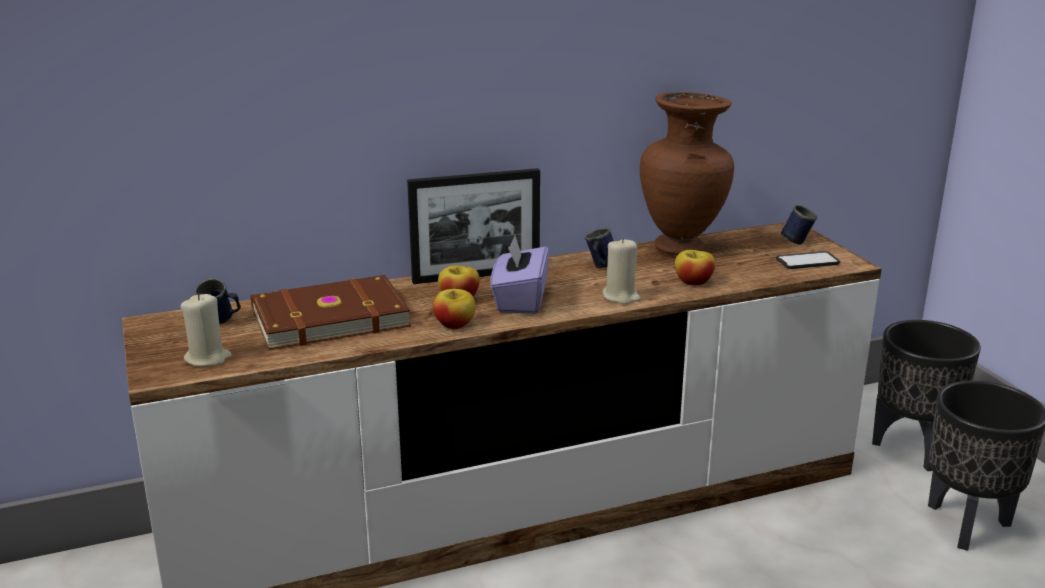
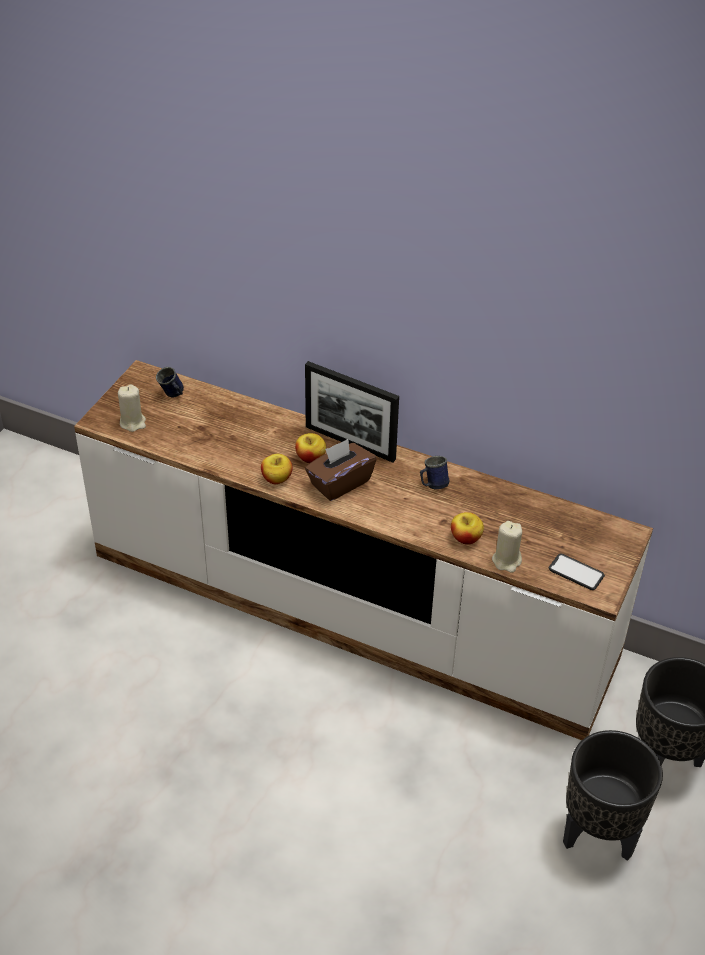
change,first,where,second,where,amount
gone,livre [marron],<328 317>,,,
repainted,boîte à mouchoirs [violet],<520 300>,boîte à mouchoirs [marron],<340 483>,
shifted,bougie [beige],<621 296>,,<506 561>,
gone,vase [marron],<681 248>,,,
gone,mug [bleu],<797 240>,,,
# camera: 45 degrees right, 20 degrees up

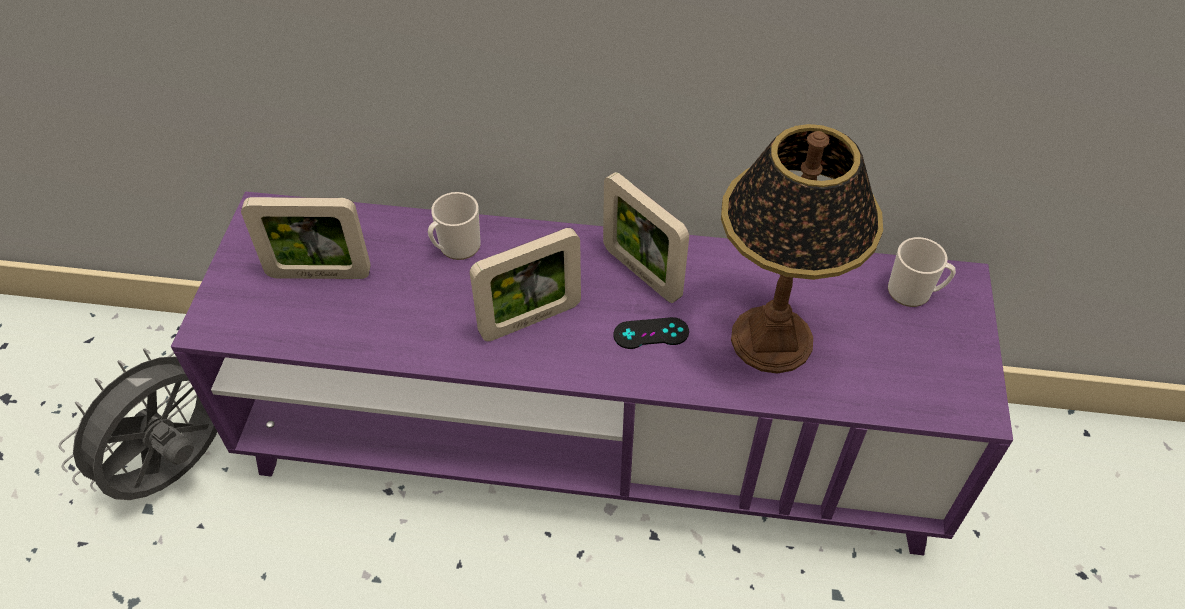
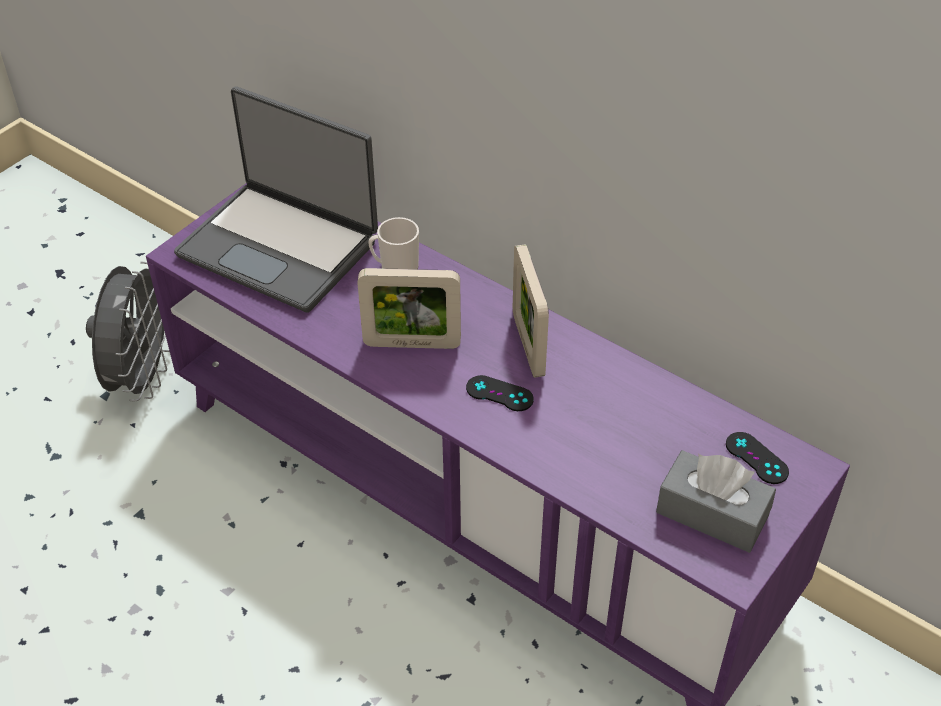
change,first,where,second,where,amount
rotated,ventilateur [gris],<178 470>,,<142 377>,120 degrees clockwise
swapped,cadre photo,<319 274>,ordinateur portable,<280 246>,
gone,lampe de table,<772 340>,,,
swapped,mug,<914 292>,manette [noir],<756 458>,
new,,,boîte à mouchoirs [gris],<712 514>,
# camera: 30 degrees right, 5 degrees down

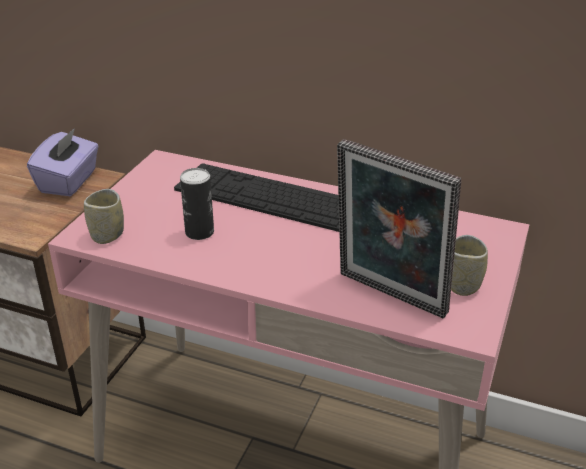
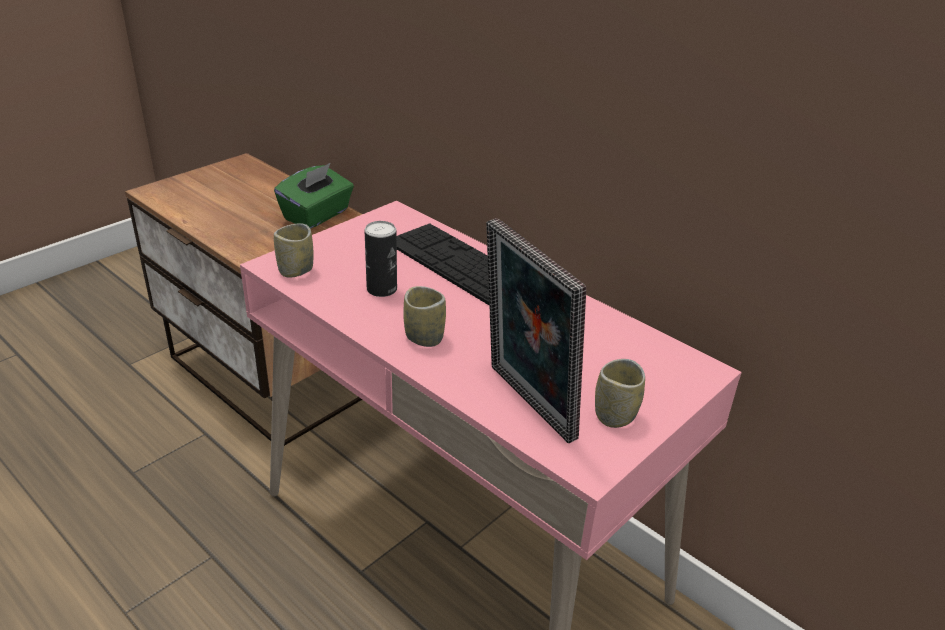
change,first,where,second,where,amount
repainted,boîte à mouchoirs [violet],<69 181>,boîte à mouchoirs [vert],<317 215>,
new,,,tasse,<424 337>,
# camera: 20 degrees right, 0 degrees up

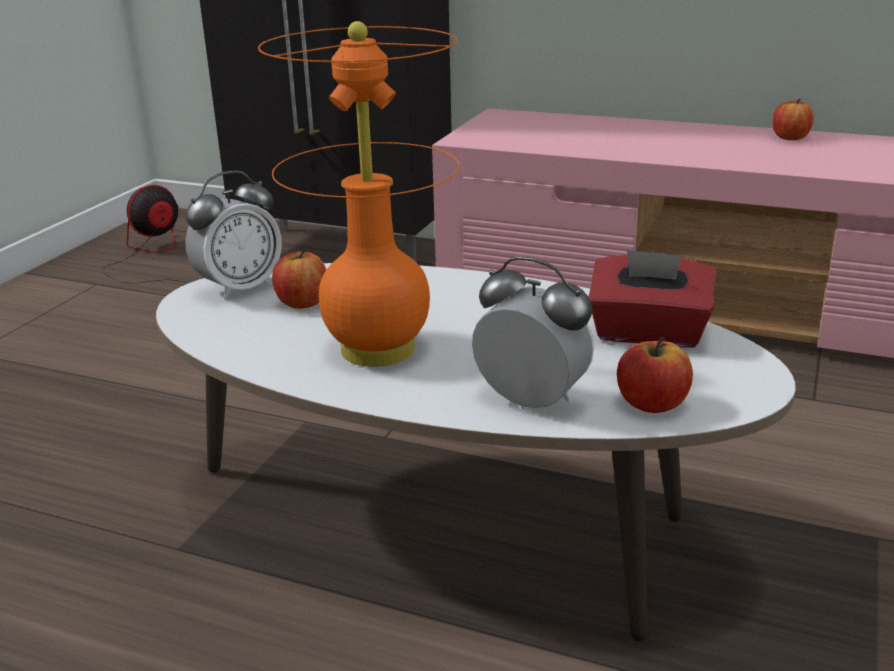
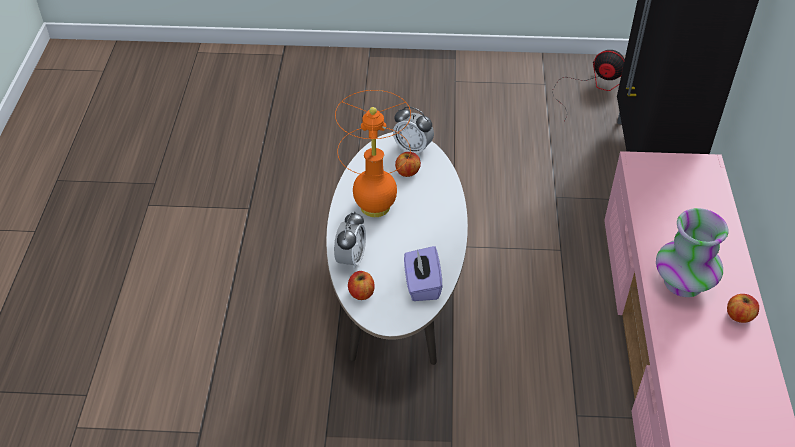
change,first,where,second,where,amount
repainted,boîte à mouchoirs [rouge],<648 334>,boîte à mouchoirs [violet],<422 285>,
new,,,vase,<683 282>,
# camera: 70 degrees right, 20 degrees up

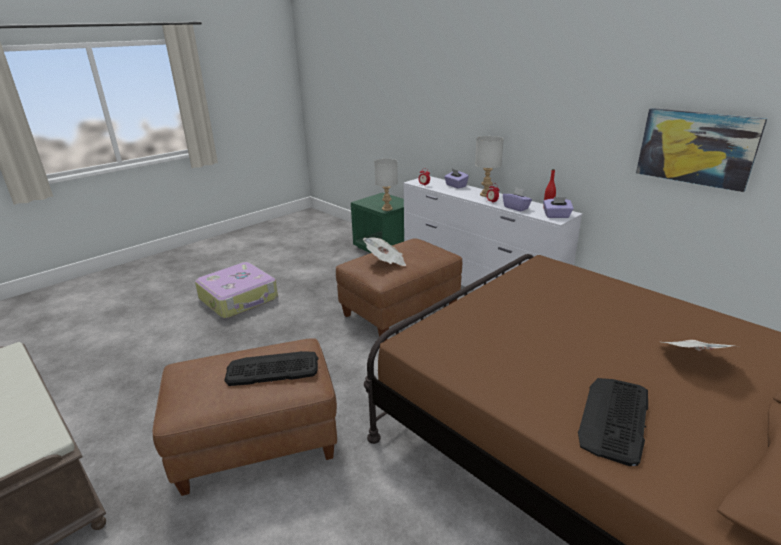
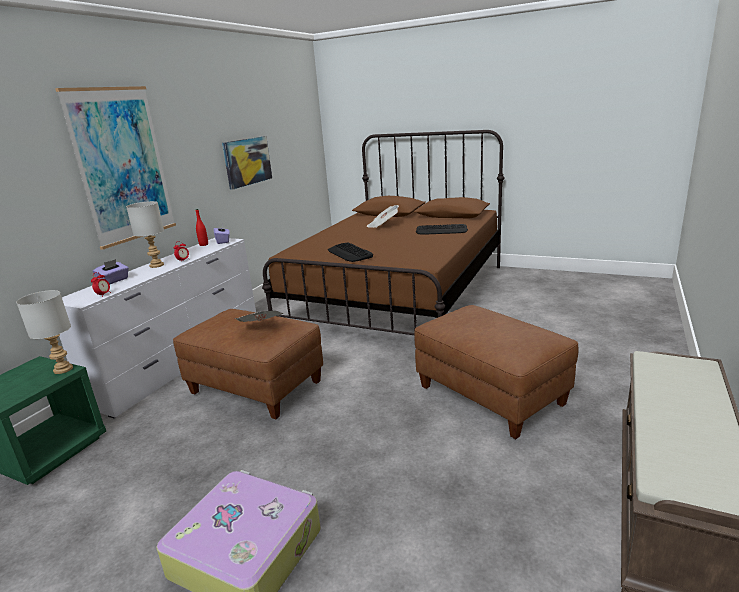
change,first,where,second,where,amount
shifted,clavier,<272 368>,,<349 253>,
gone,boîte à mouchoirs [violet],<516 208>,,,
new,,,tableau,<122 165>,
# camera: 110 degrees left, 5 degrees down

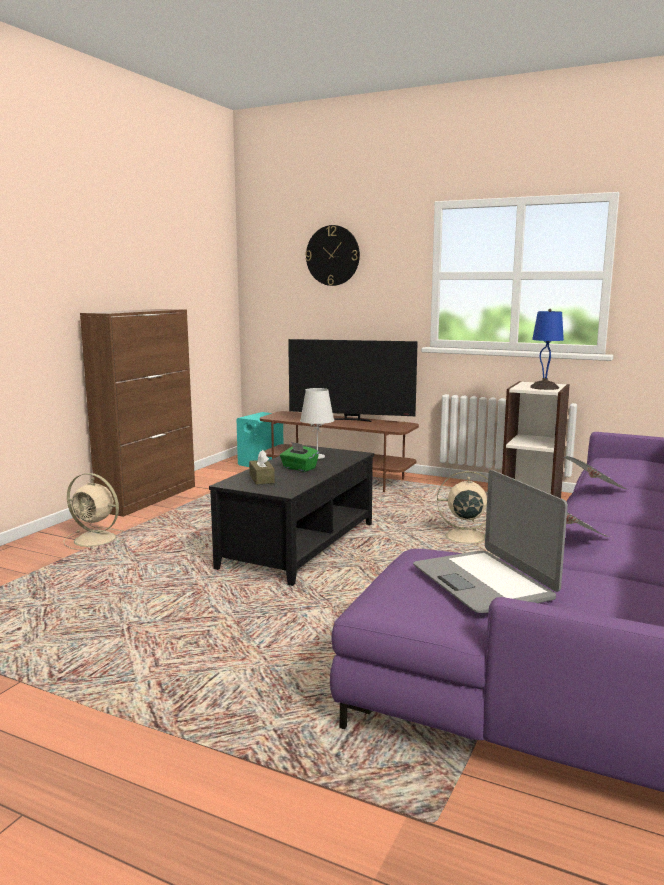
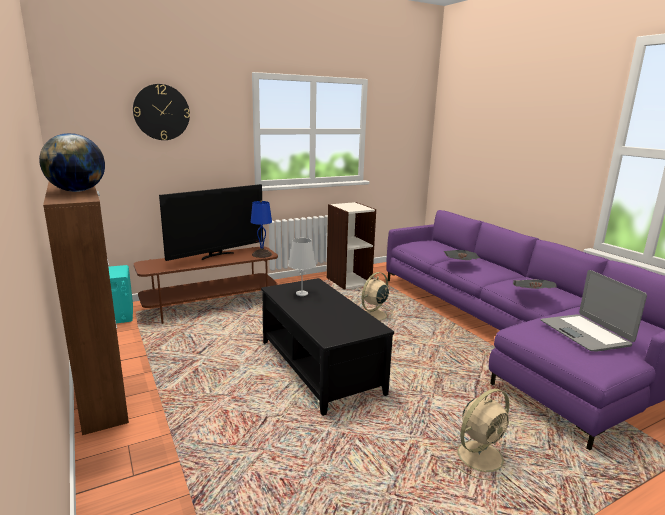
change,first,where,second,where,amount
shifted,ventilateur [beige],<97 540>,,<481 455>,
gone,boîte à mouchoirs [marron],<261 479>,,,
gone,boîte à mouchoirs [vert],<299 468>,,,
rotated,ordinateur portable,<483 582>,,<585 333>,60 degrees clockwise
shifted,lampe de table [bleu],<545 387>,,<262 254>,
new,,,globe,<77 191>,
# camera: 55 degrees left, 5 degrees up

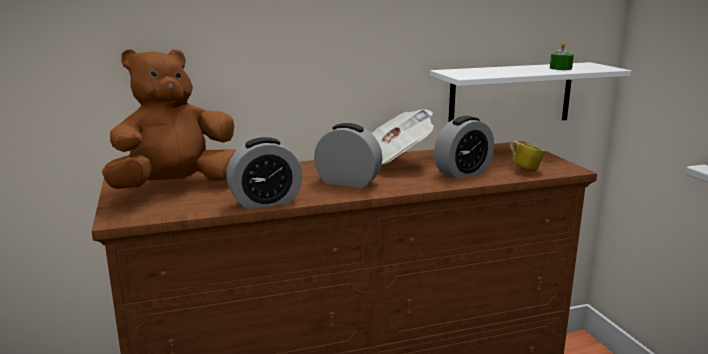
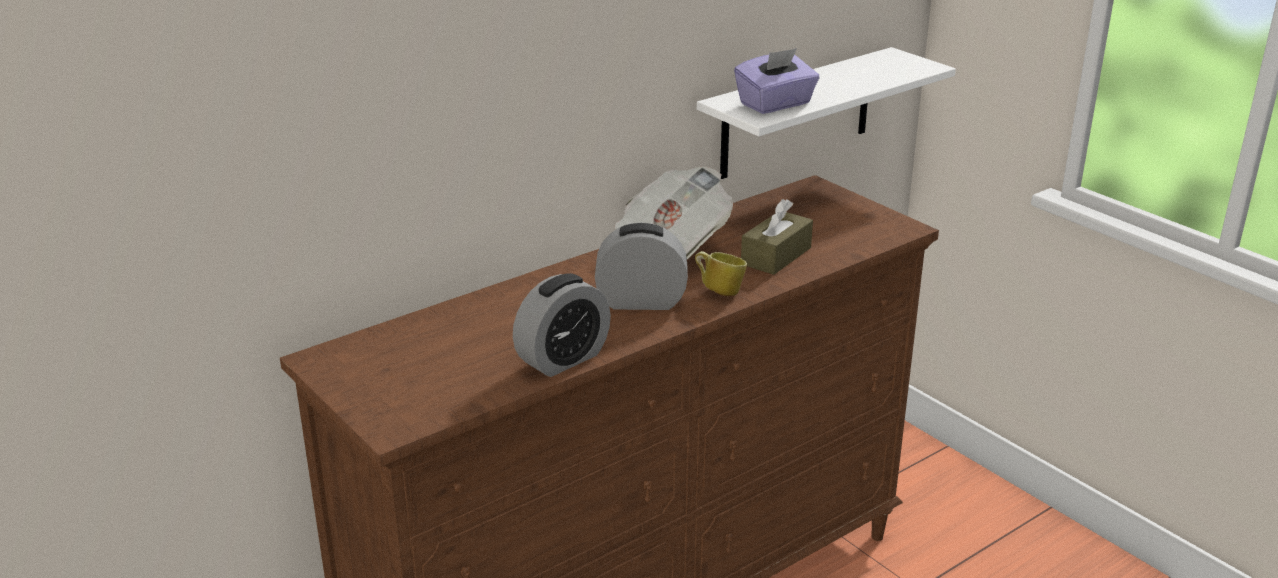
change,first,where,second,where,amount
gone,peluche [marron],<176 187>,,,
swapped,réveil,<463 172>,boîte à mouchoirs [marron],<776 256>,
shifted,mug,<524 169>,,<719 291>,
gone,bougie [vert],<560 68>,,,
new,,,boîte à mouchoirs [violet],<775 104>,
# camera: 20 degrees left, 10 degrees up

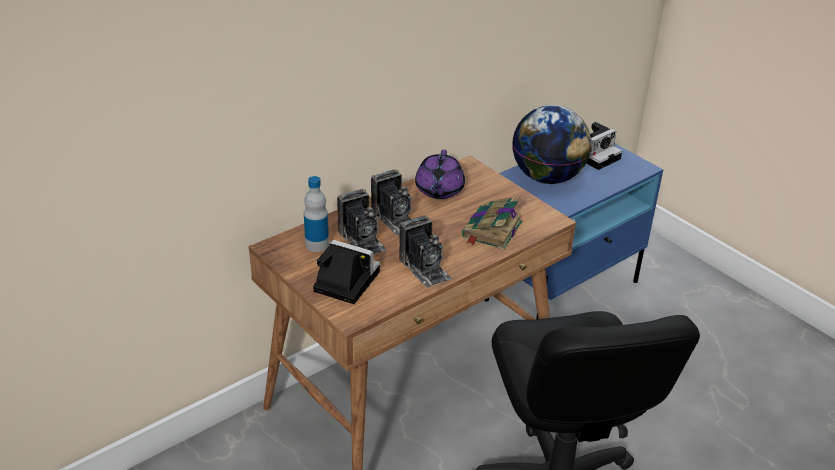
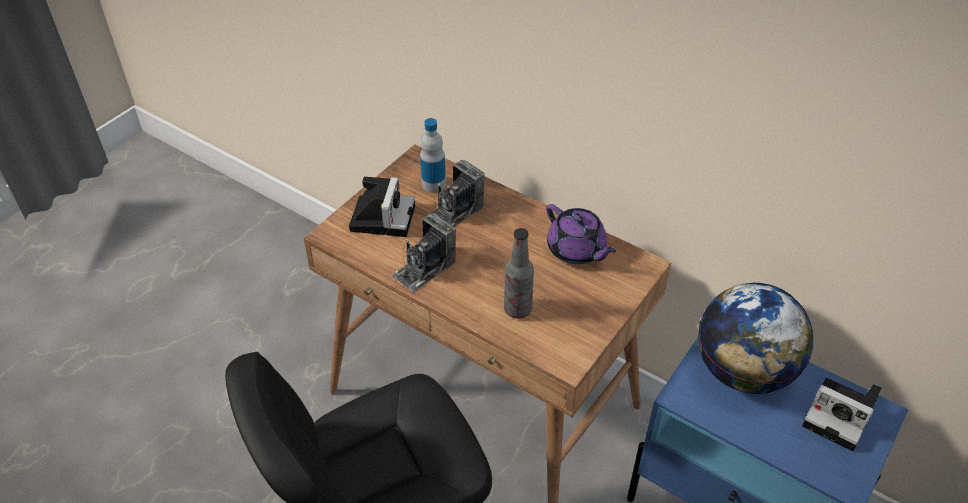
change,first,where,second,where,amount
gone,appareil photo,<395 219>,,,
rotated,théière [violet],<439 190>,,<576 250>,120 degrees counterclockwise
swapped,livre,<491 230>,bouteille,<517 309>,
# camera: 75 degrees right, 10 degrees up

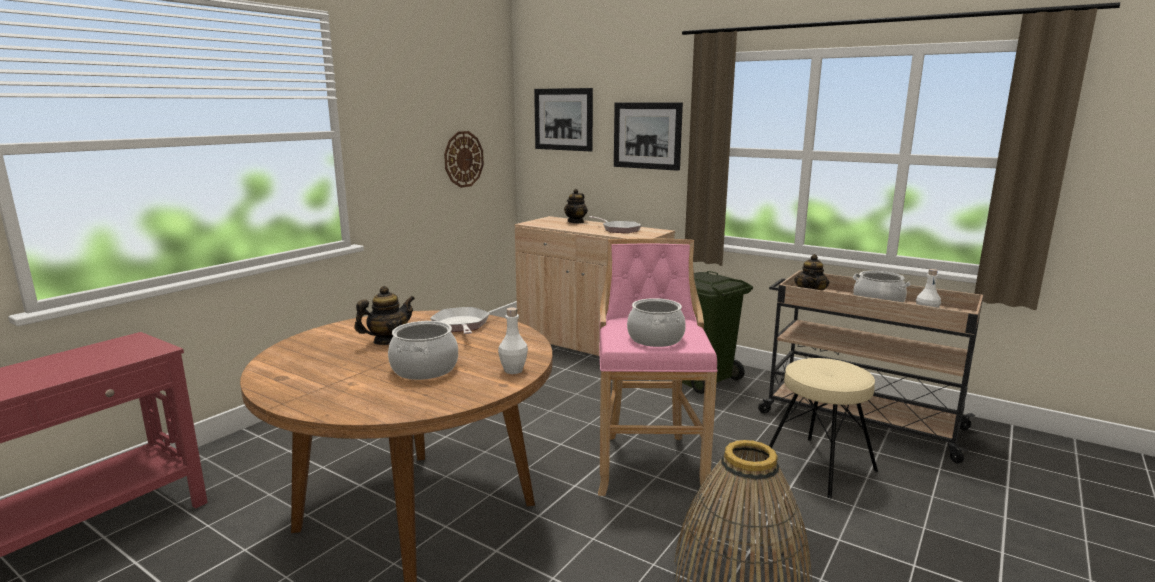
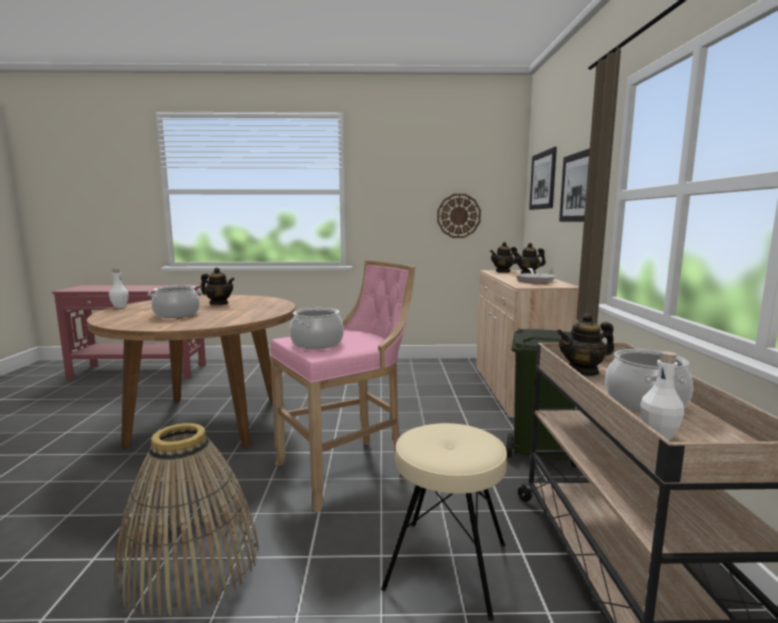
change,first,where,second,where,amount
gone,poêle,<461 326>,,,
shifted,bouteille [blanc],<513 370>,,<120 307>,
new,,,théière,<503 271>,
# camera: 55 degrees right, 5 degrees down

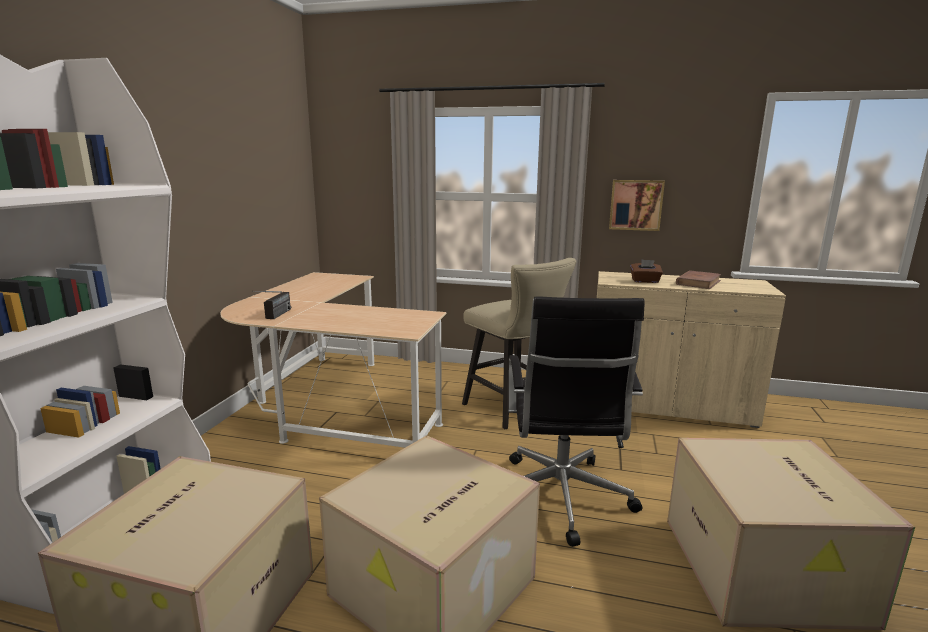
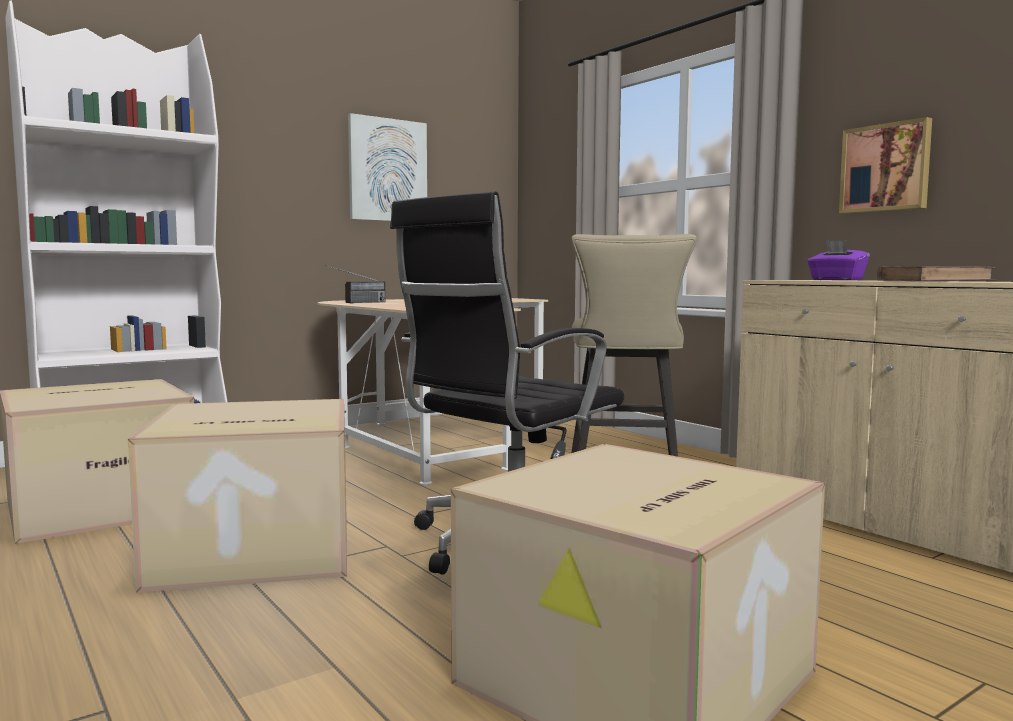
change,first,where,second,where,amount
repainted,boîte à mouchoirs [marron],<645 281>,boîte à mouchoirs [violet],<836 280>,
new,,,tableau,<387 170>,
# camera: 40 degrees right, 10 degrees down

